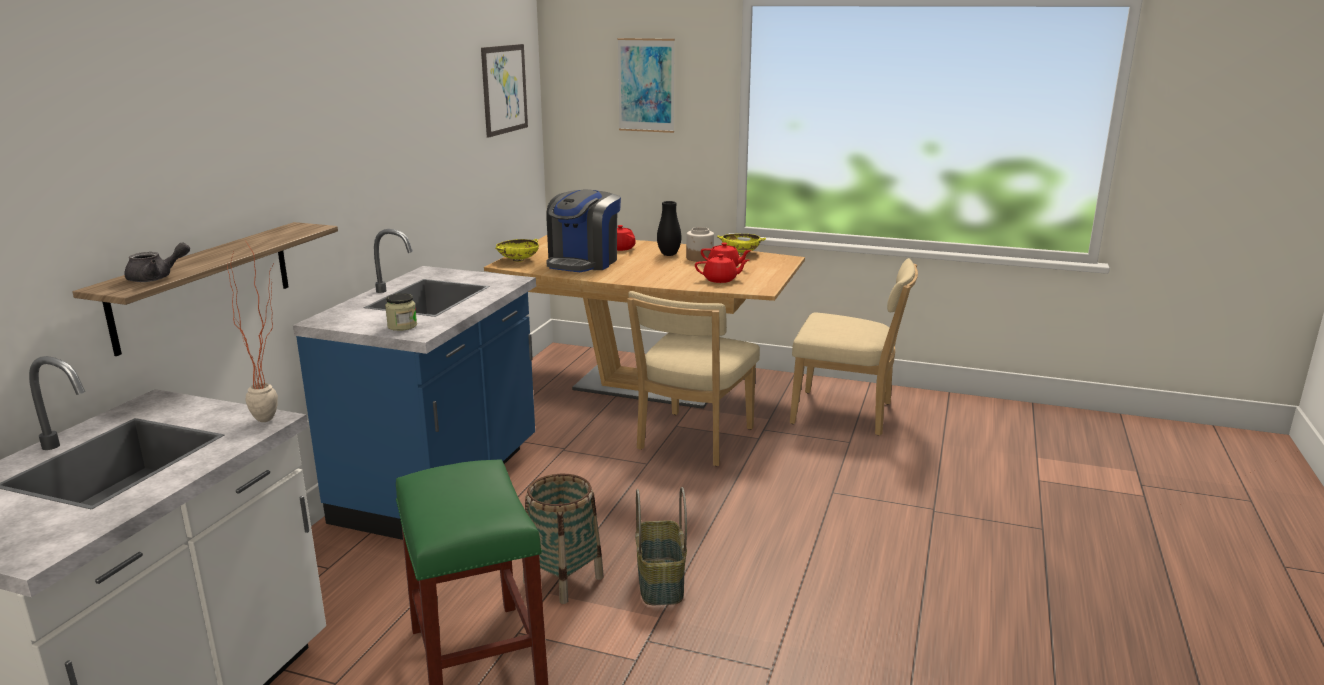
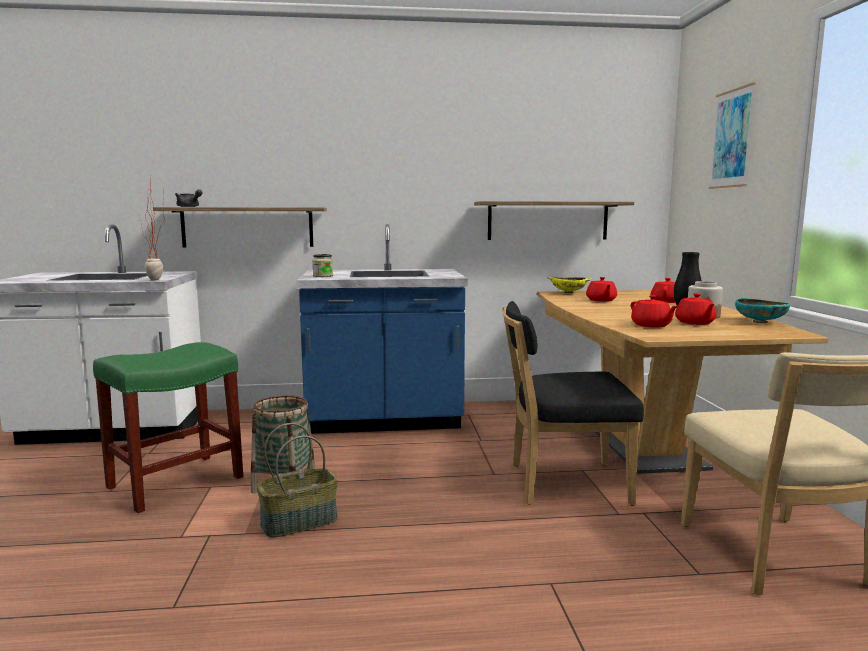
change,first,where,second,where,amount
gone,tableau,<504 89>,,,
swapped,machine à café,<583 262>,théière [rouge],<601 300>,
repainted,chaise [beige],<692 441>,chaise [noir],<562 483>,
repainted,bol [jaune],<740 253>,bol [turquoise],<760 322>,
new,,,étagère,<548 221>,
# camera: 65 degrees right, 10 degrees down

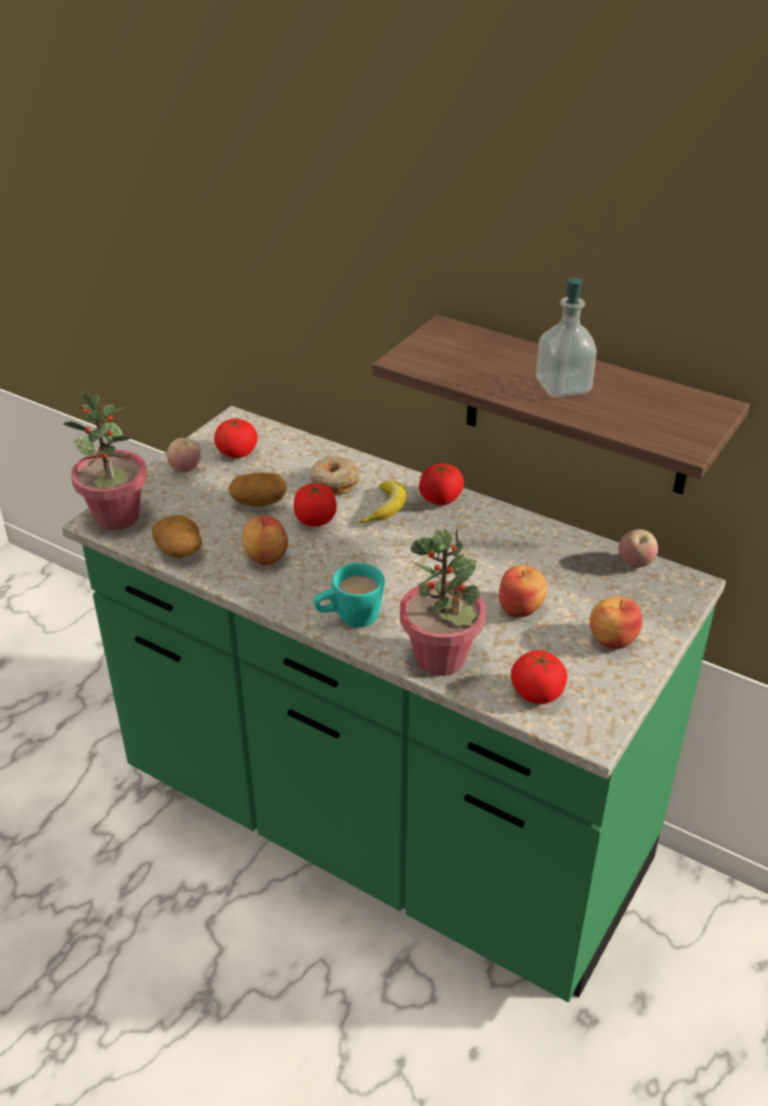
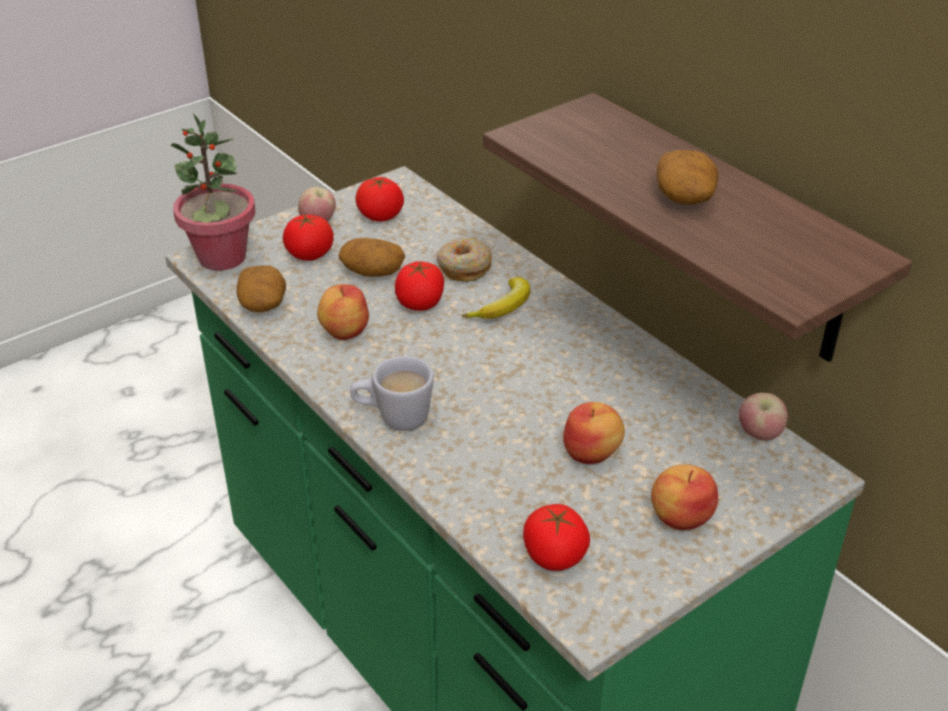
change,first,where,second,where,amount
repainted,mug [turquoise],<349 618>,mug [blanc],<393 418>,
gone,plante en pot,<441 658>,,,
shifted,tomate,<440 499>,,<310 254>,
swapped,distributeur de savon,<563 386>,pomme de terre,<685 197>,
# camera: 20 degrees right, 0 degrees up

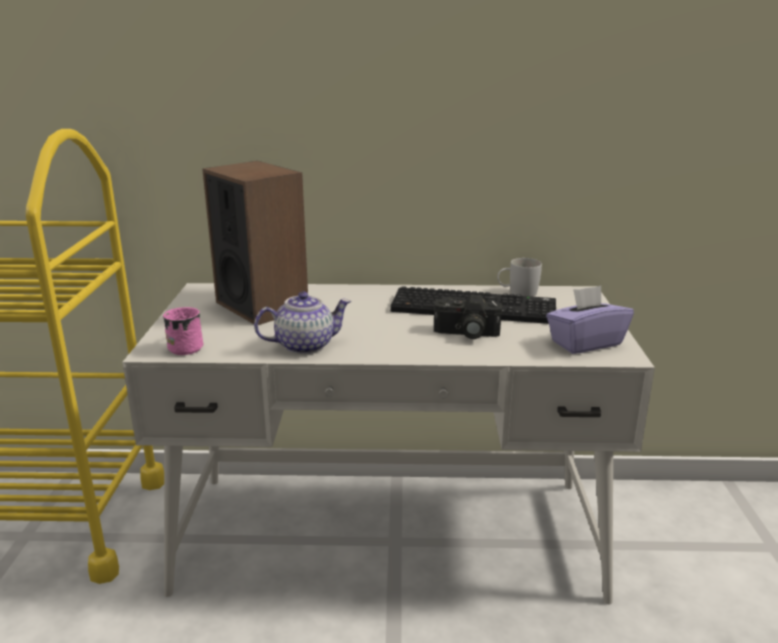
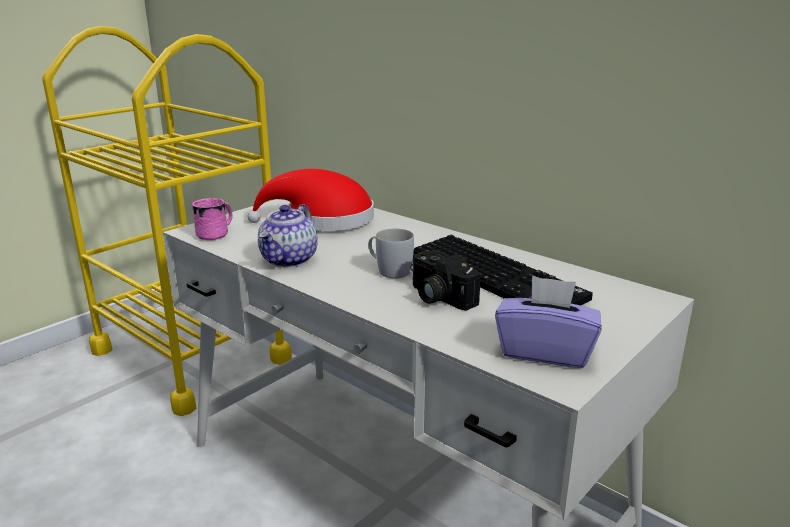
change,first,where,second,where,amount
swapped,enceinte,<262 305>,chapeau [rouge],<323 220>,
rotated,théière,<305 345>,,<289 260>,90 degrees clockwise
shifted,mug [blanc],<517 293>,,<389 270>,
# camera: 40 degrees right, 0 degrees up

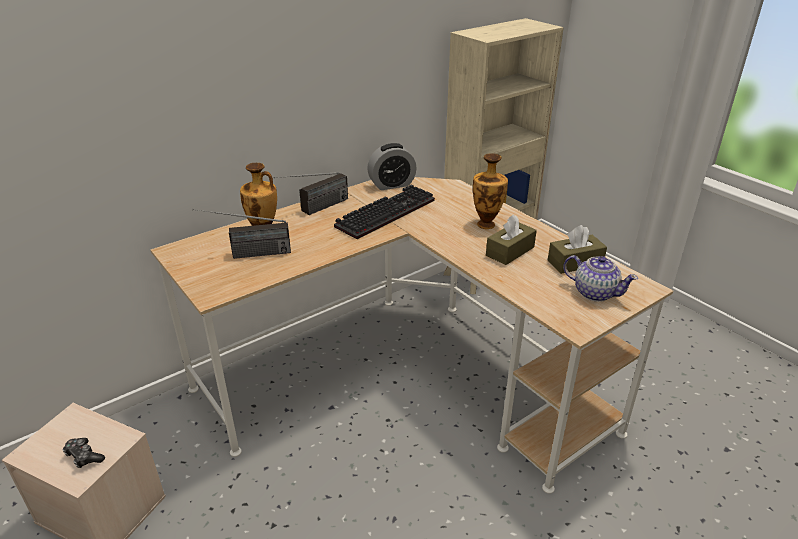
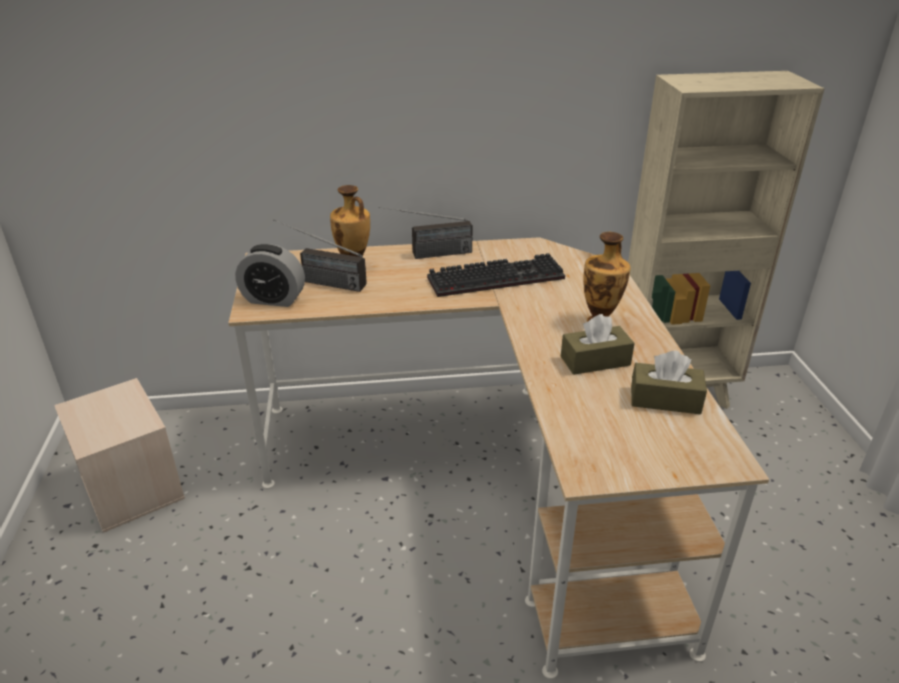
change,first,where,second,where,amount
gone,manette,<84 457>,,,
shifted,réveil,<392 184>,,<273 299>,
gone,théière,<594 292>,,,
# camera: 30 degrees right, 0 degrees up

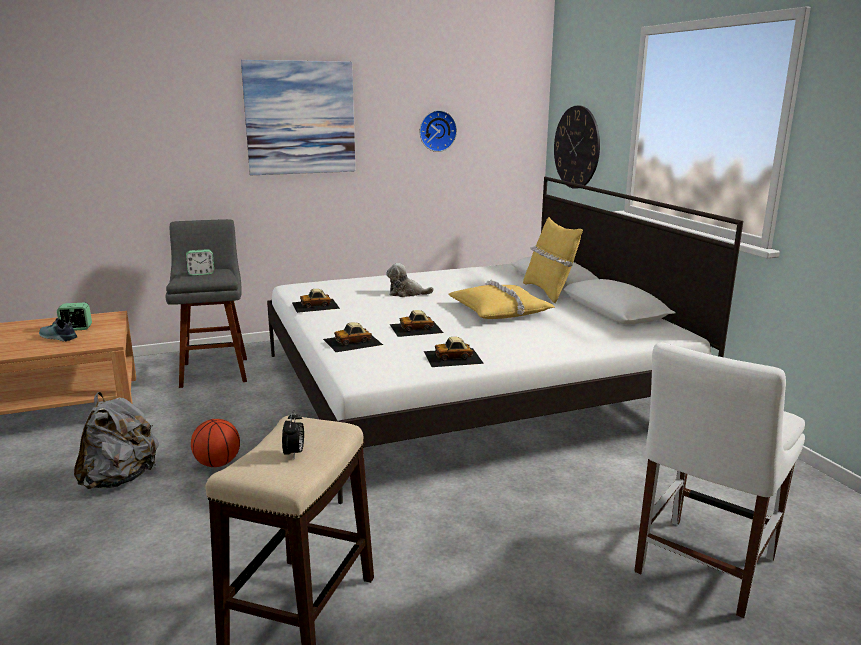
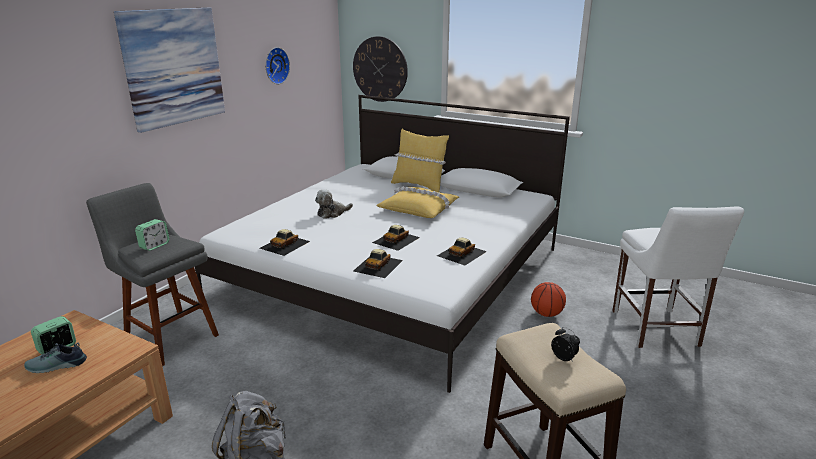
change,first,where,second,where,amount
shifted,ballon de basket,<217 464>,,<546 314>,
# camera: 40 degrees left, 5 degrees up

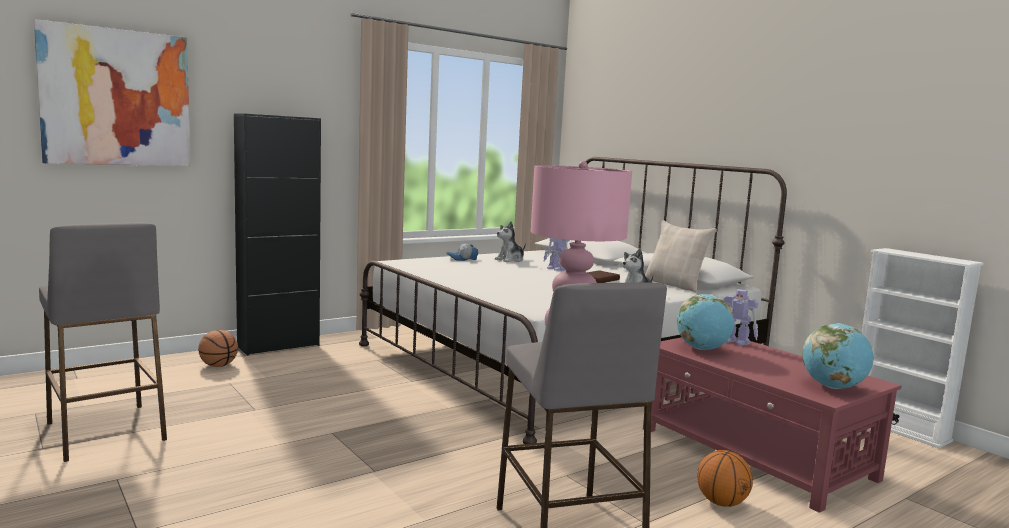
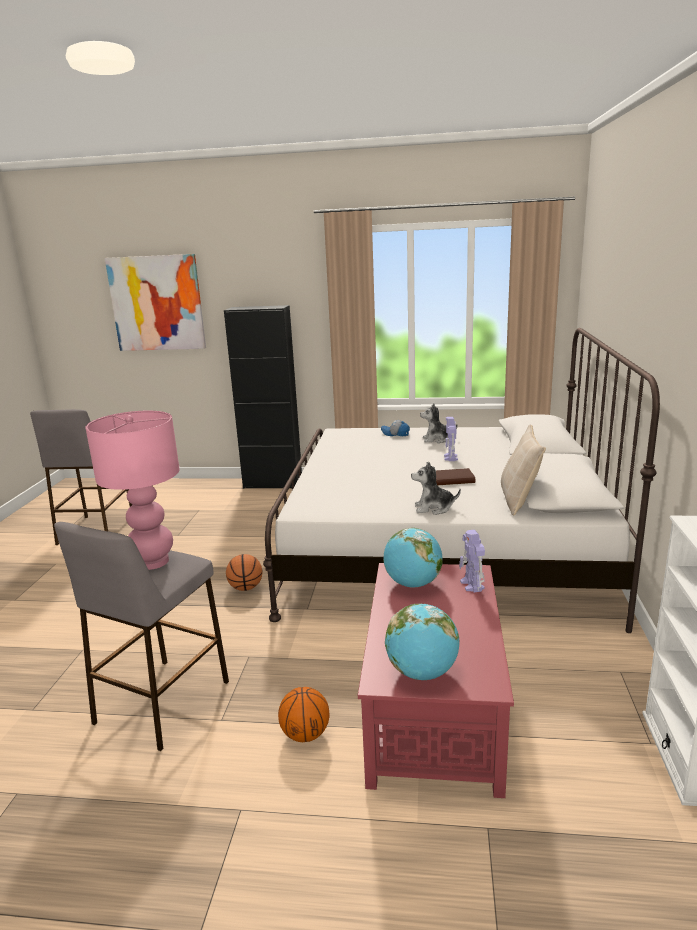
change,first,where,second,where,amount
shifted,ballon de basket,<218 366>,,<246 588>,
# camera: 45 degrees right, 10 degrees up

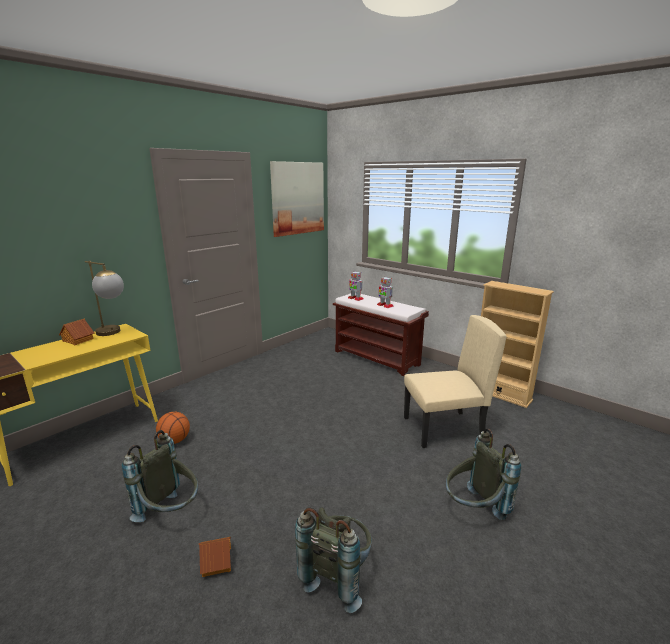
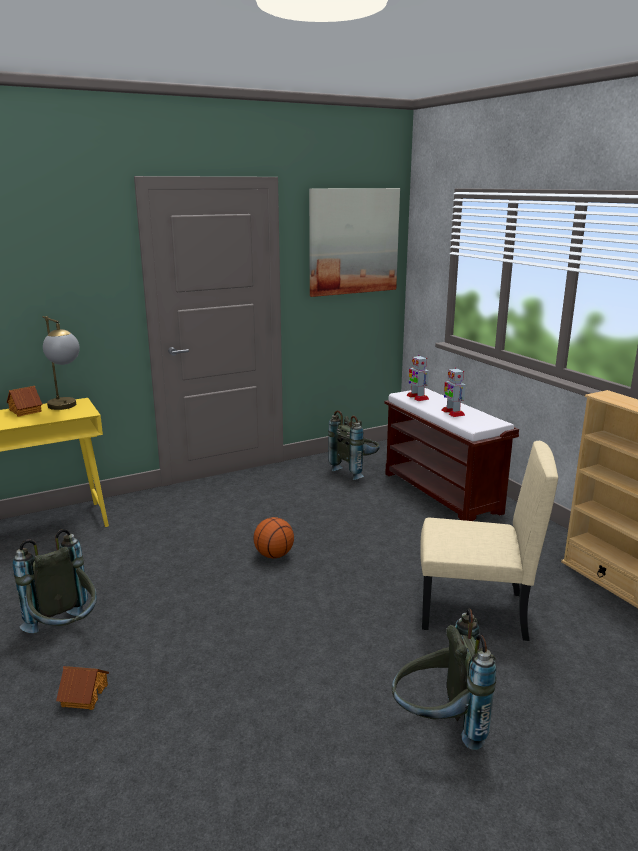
change,first,where,second,where,amount
shifted,ballon de basket,<175 440>,,<274 555>,
shifted,sac à dos [gris],<337 575>,,<355 471>,
# camera: 20 degrees right, 0 degrees up

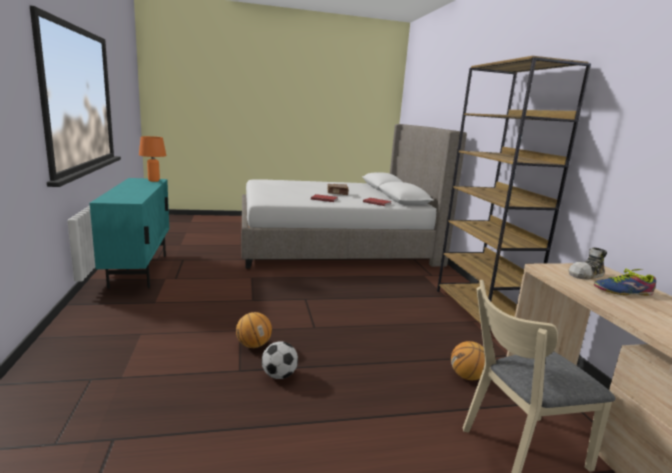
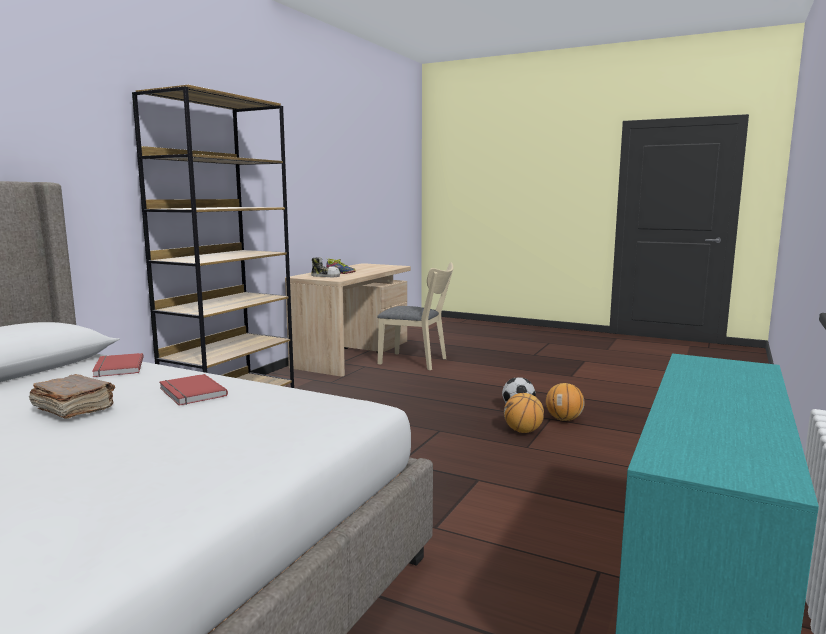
change,first,where,second,where,amount
gone,lampe de table [orange],<153 181>,,,
shifted,ballon de basket,<467 377>,,<564 419>,
# camera: 140 degrees left, 5 degrees down

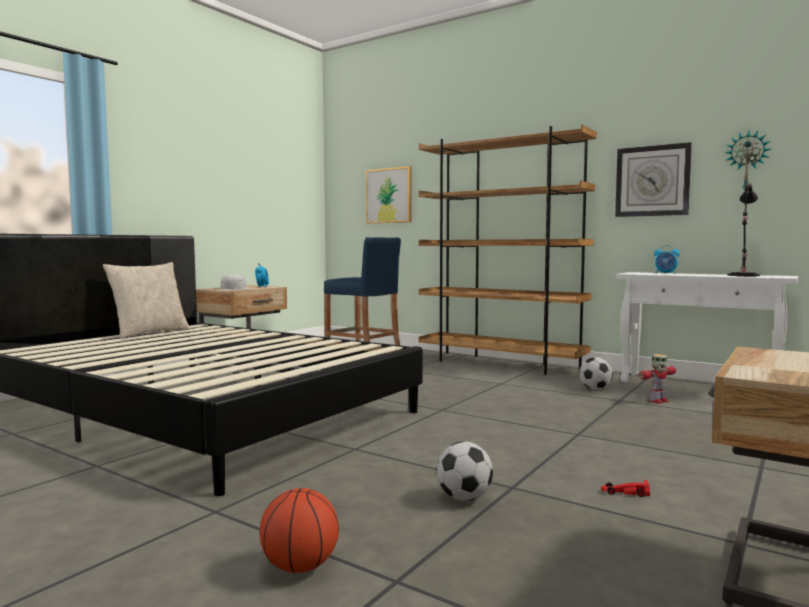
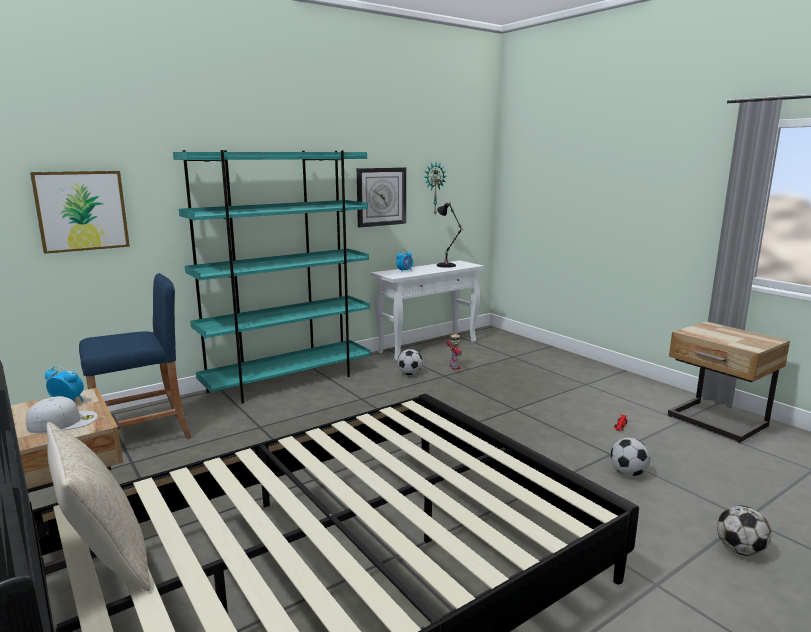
change,first,where,second,where,amount
swapped,ballon de basket,<300 567>,ballon de foot,<740 550>,
repainted,bibliothèque [marron],<500 363>,bibliothèque [turquoise],<289 381>,
# camera: 70 degrees left, 10 degrees up

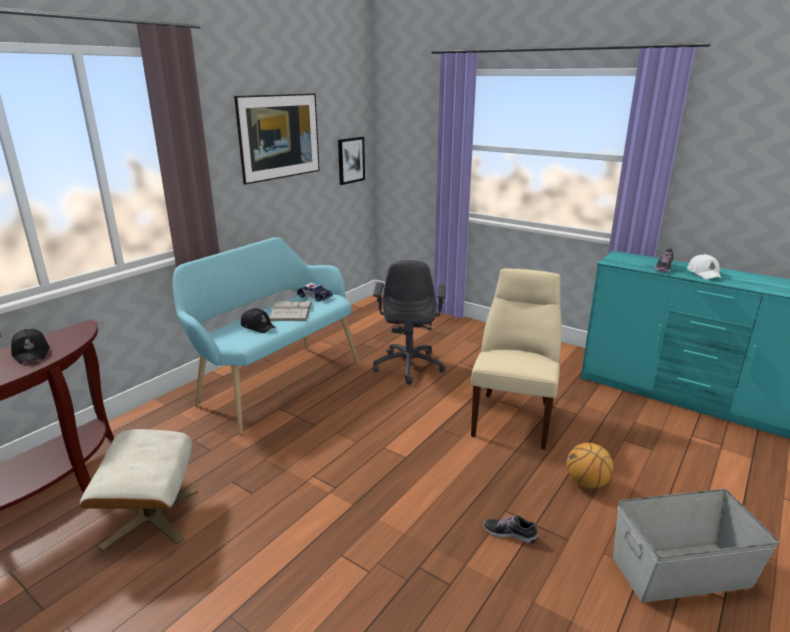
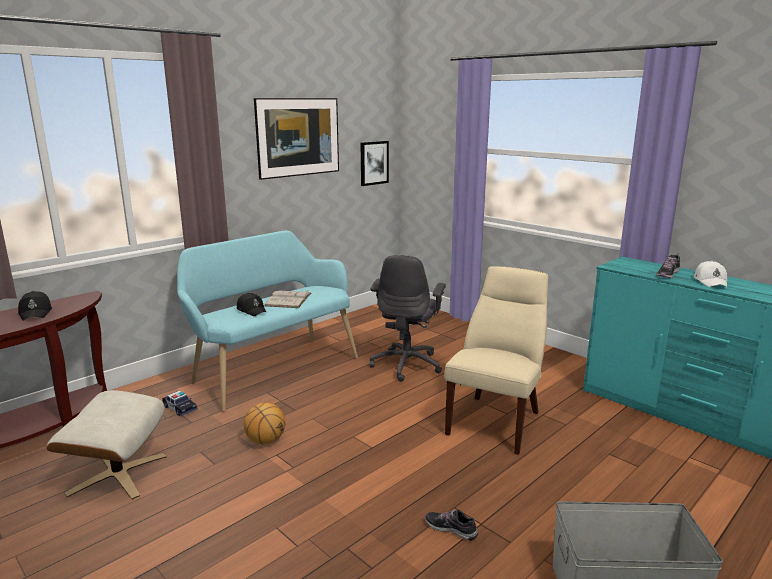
change,first,where,second,where,amount
shifted,petite voiture,<314 297>,,<179 408>,
shifted,ballon de basket,<586 483>,,<265 441>,
# camera: 10 degrees right, 5 degrees down

